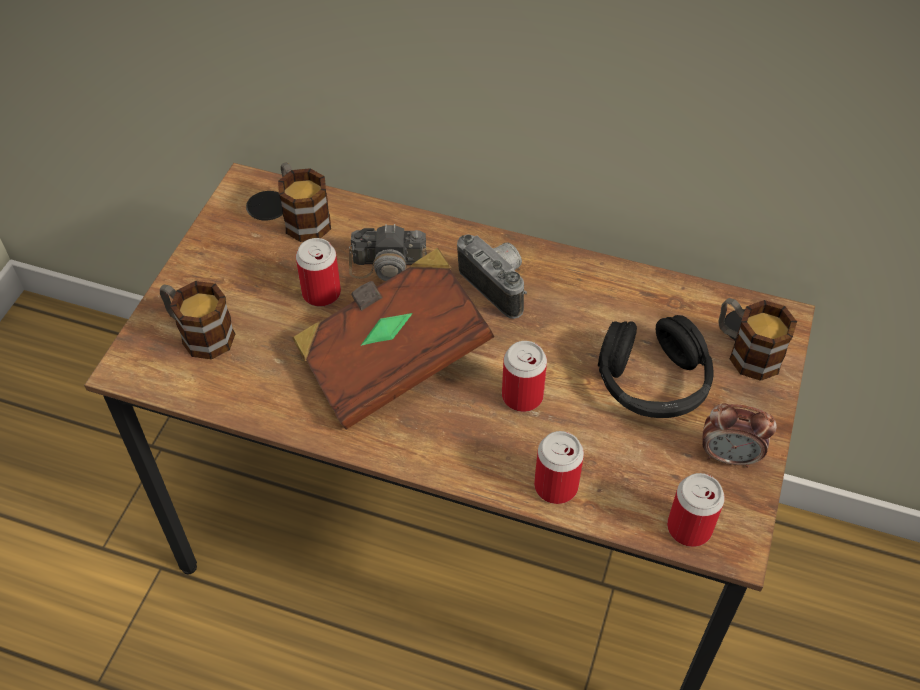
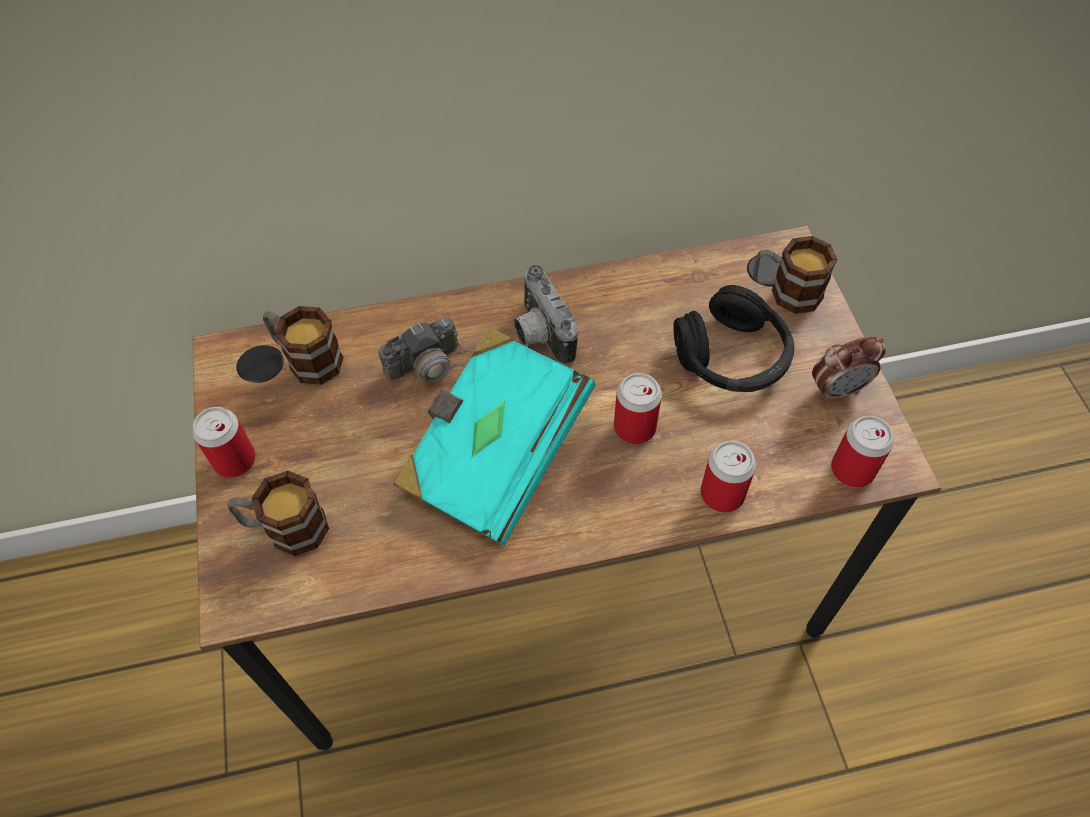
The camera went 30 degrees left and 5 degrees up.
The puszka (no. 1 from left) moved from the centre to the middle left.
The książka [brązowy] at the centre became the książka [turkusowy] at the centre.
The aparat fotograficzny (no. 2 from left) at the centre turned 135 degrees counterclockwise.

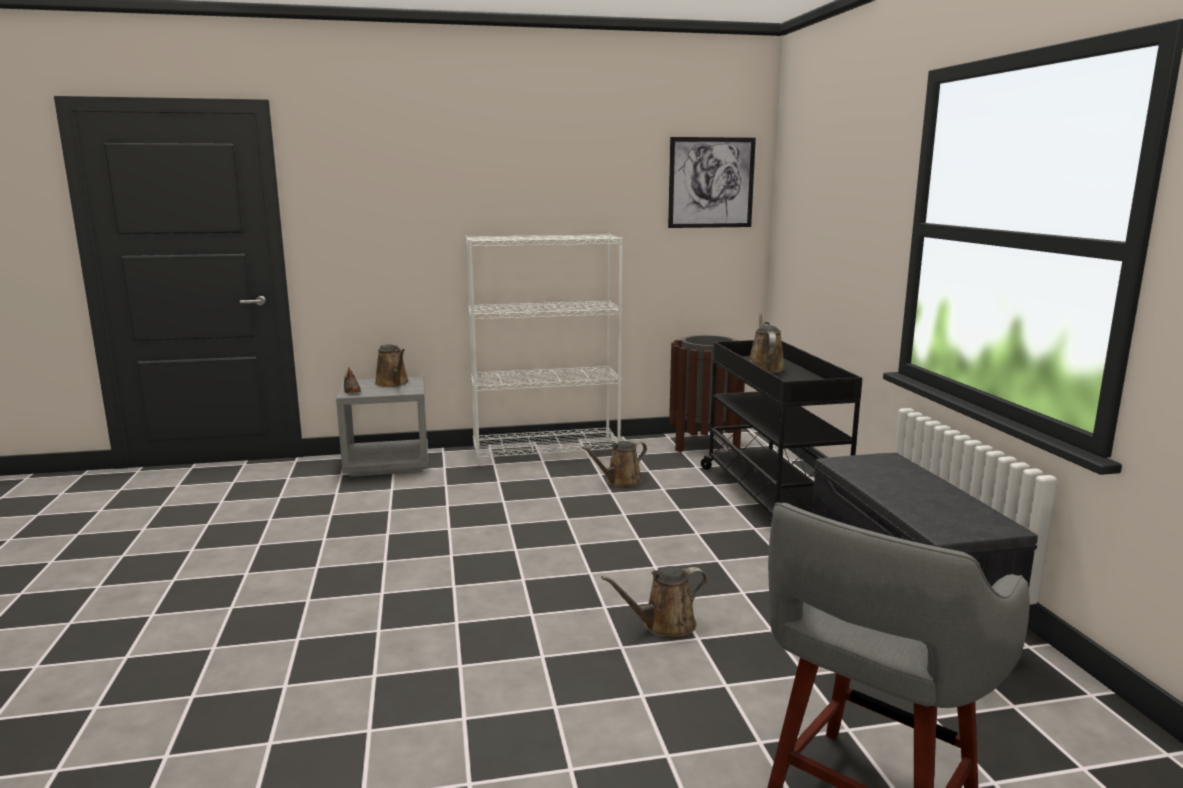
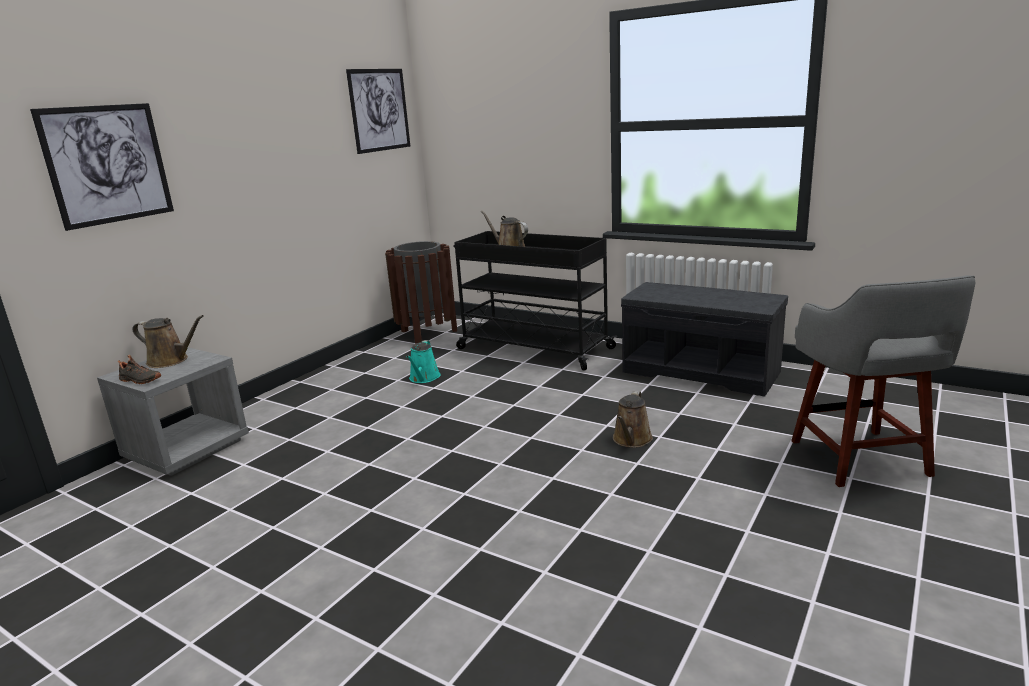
The camera went 45 degrees left and 5 degrees up.
The regał [biały] at the centre disappeared.
The obraz (no. 1 from left) at the top left appeared.
The konewka [brązowy] (no. 2 from left) at the centre became the konewka [turkusowy] at the centre.

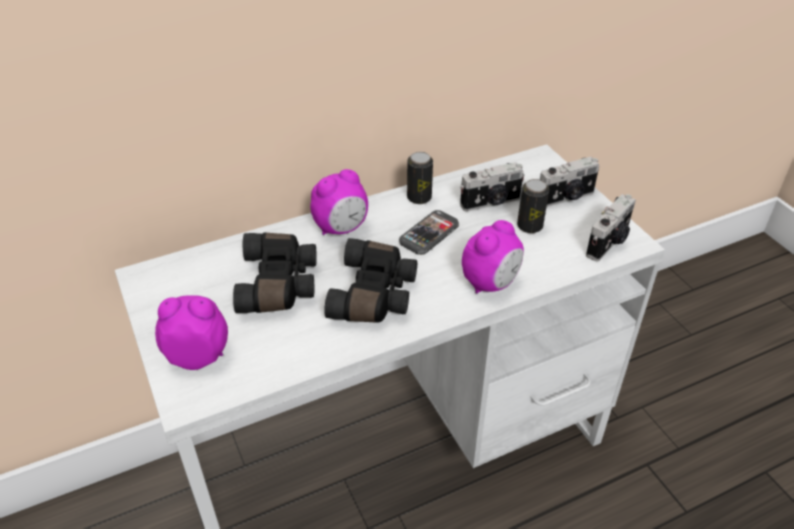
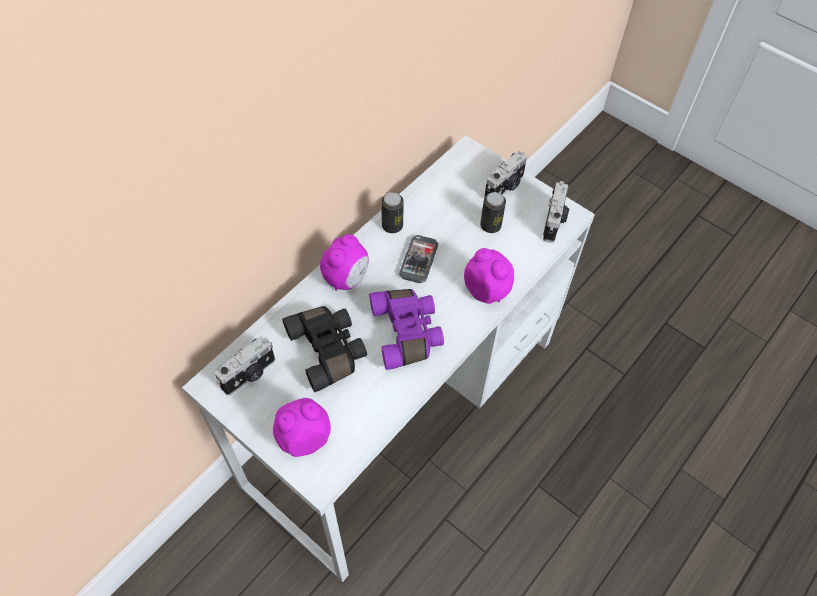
The camera went 25 degrees left and 15 degrees up.
The aparat fotograficzny (no. 1 from left) moved from the centre to the middle left.
The lornetka [czarny] (no. 2 from left) at the centre became the lornetka [fioletowy] at the centre.
The budzik (no. 3 from left) at the centre turned 60 degrees counterclockwise.

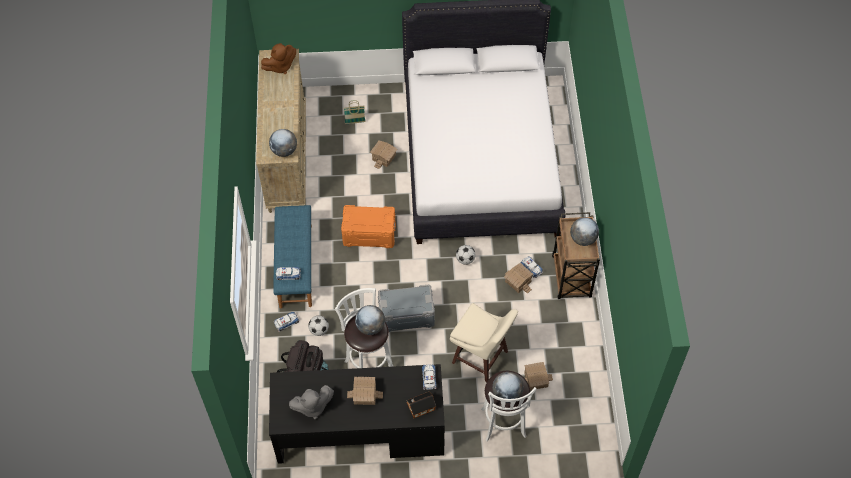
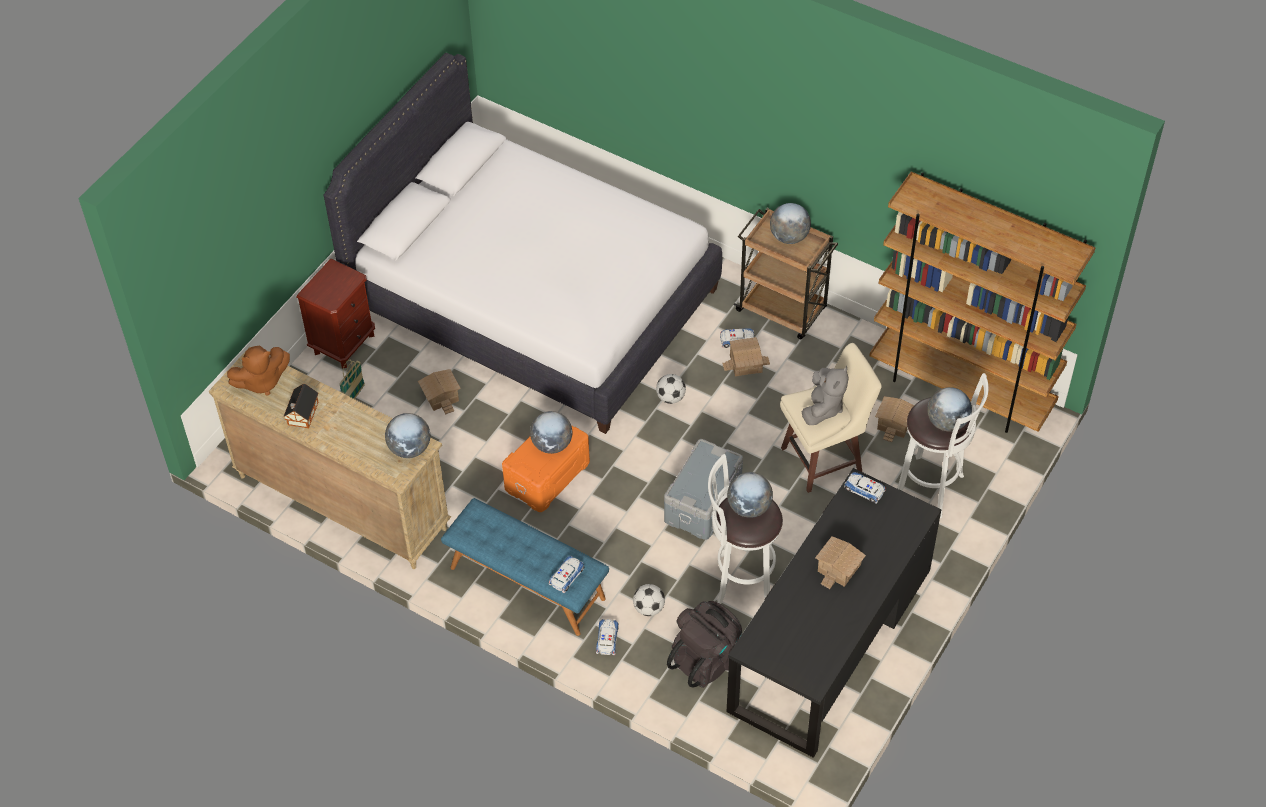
The camera went 55 degrees left and 5 degrees down.
The szafka nocna [brązowy] at the middle left appeared.
The globus (no. 2 from left) at the centre appeared.
The regał [brązowy] at the middle right appeared.
The pluszak [szary] moved from the bottom centre to the centre.
The domek (no. 3 from left in the first image) moved from the bottom centre to the middle left.
The pluszak [brązowy] at the top left turned 60 degrees clockwise.

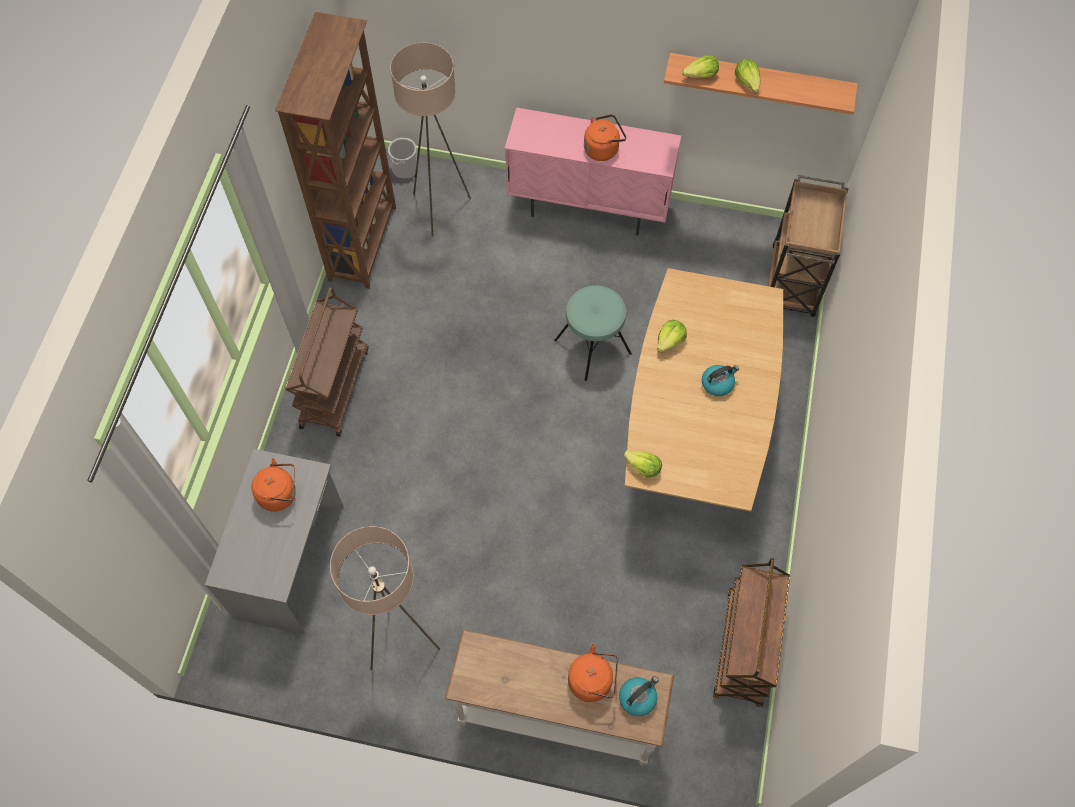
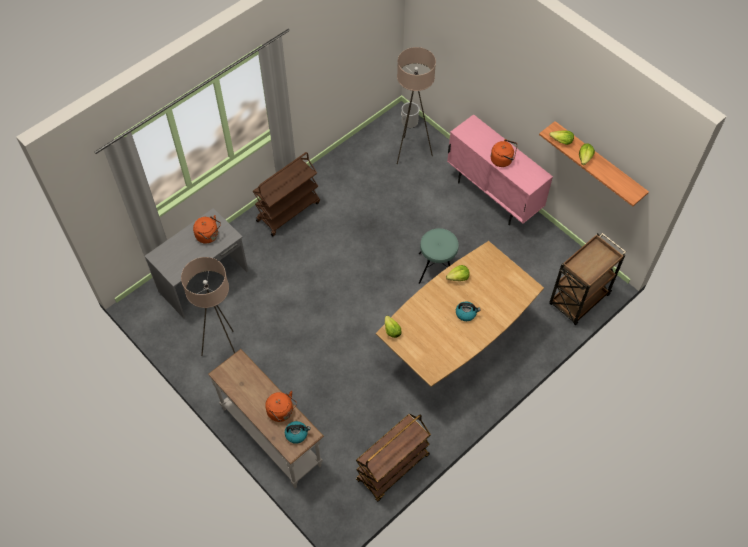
The camera went 35 degrees right and 5 degrees down.
The regał [brązowy] at the top left disappeared.

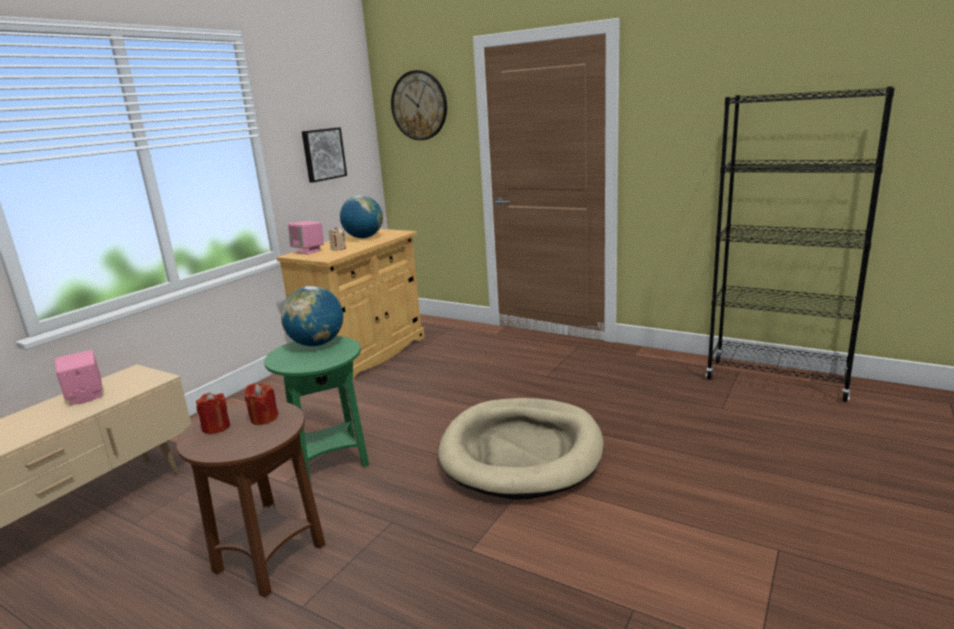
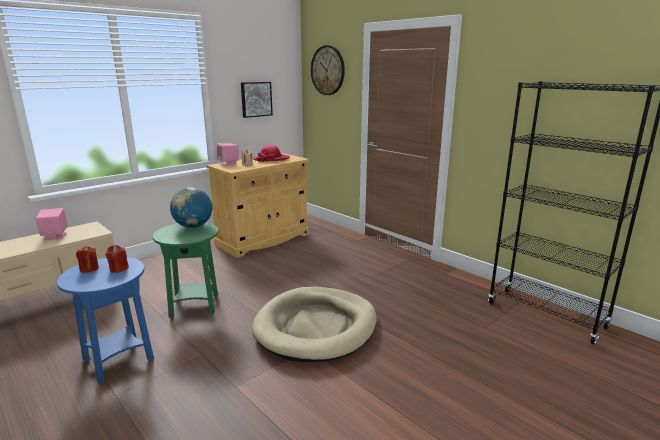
The camera went 15 degrees right and 0 degrees up.
The globus (no. 2 from left) at the centre was replaced by the kapelusz at the centre.
The stolik [brązowy] at the bottom left became the stolik [niebieski] at the bottom left.

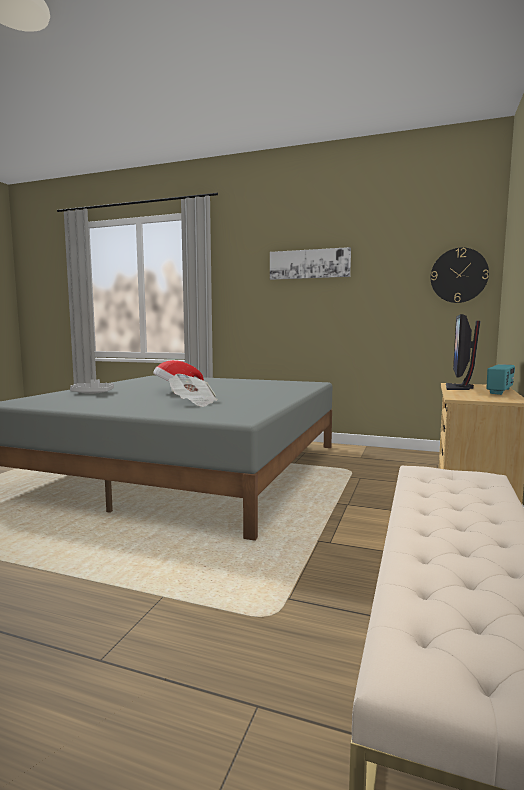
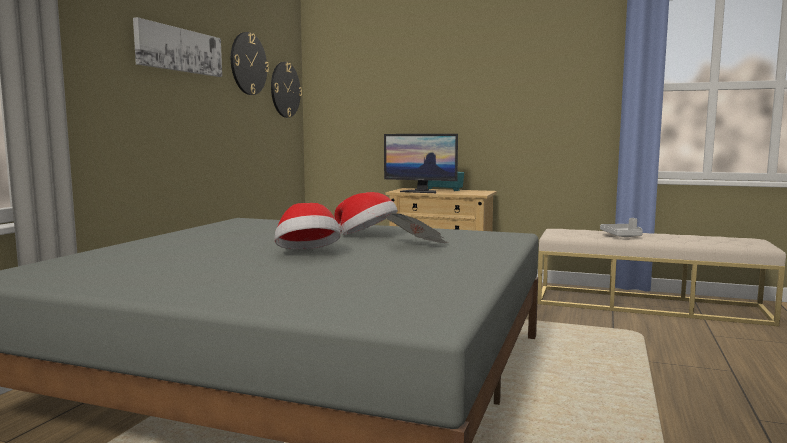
The camera went 90 degrees left and 0 degrees up.
The zegar ścienny (no. 1 from left) at the top left appeared.
The kapelusz (no. 2 from left) at the centre appeared.
The taca [szary] moved from the middle left to the middle right.

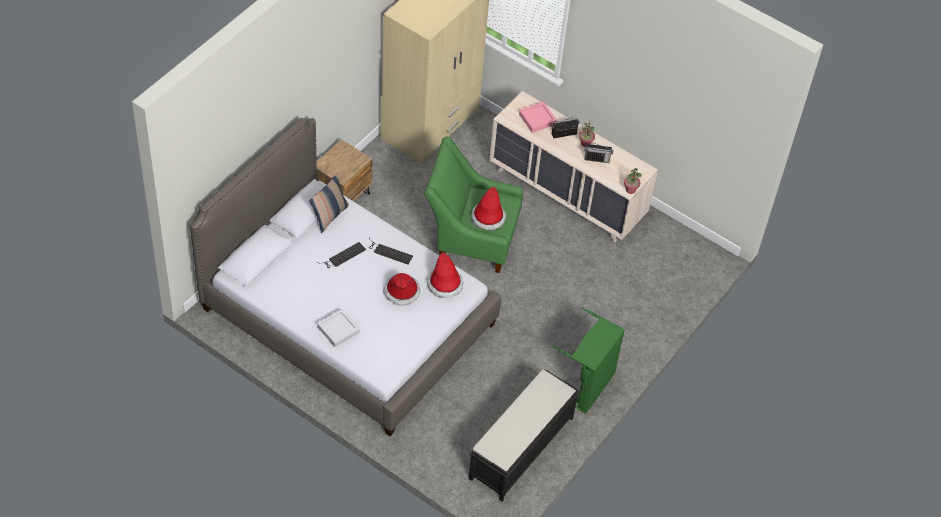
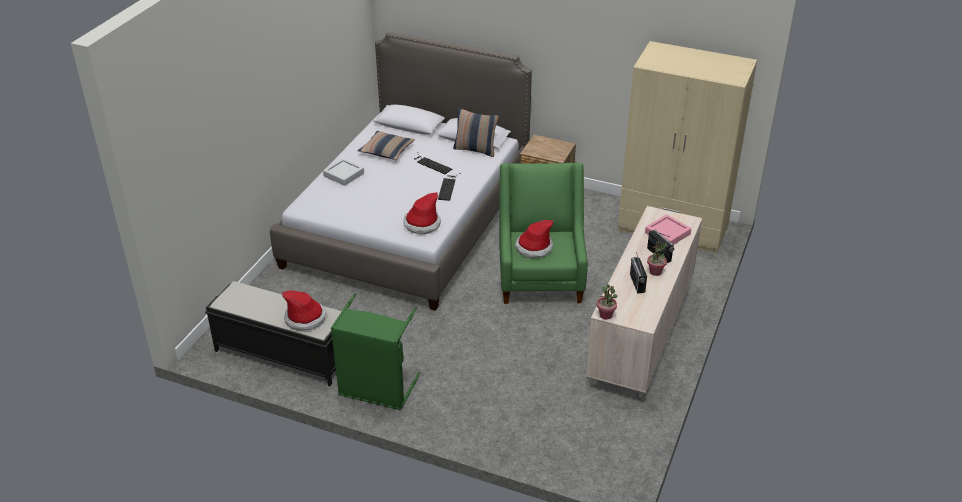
The camera went 80 degrees right and 15 degrees down.
The poduszka (no. 1 from left) at the top centre appeared.
The kapelusz (no. 1 from left) moved from the centre to the middle left.

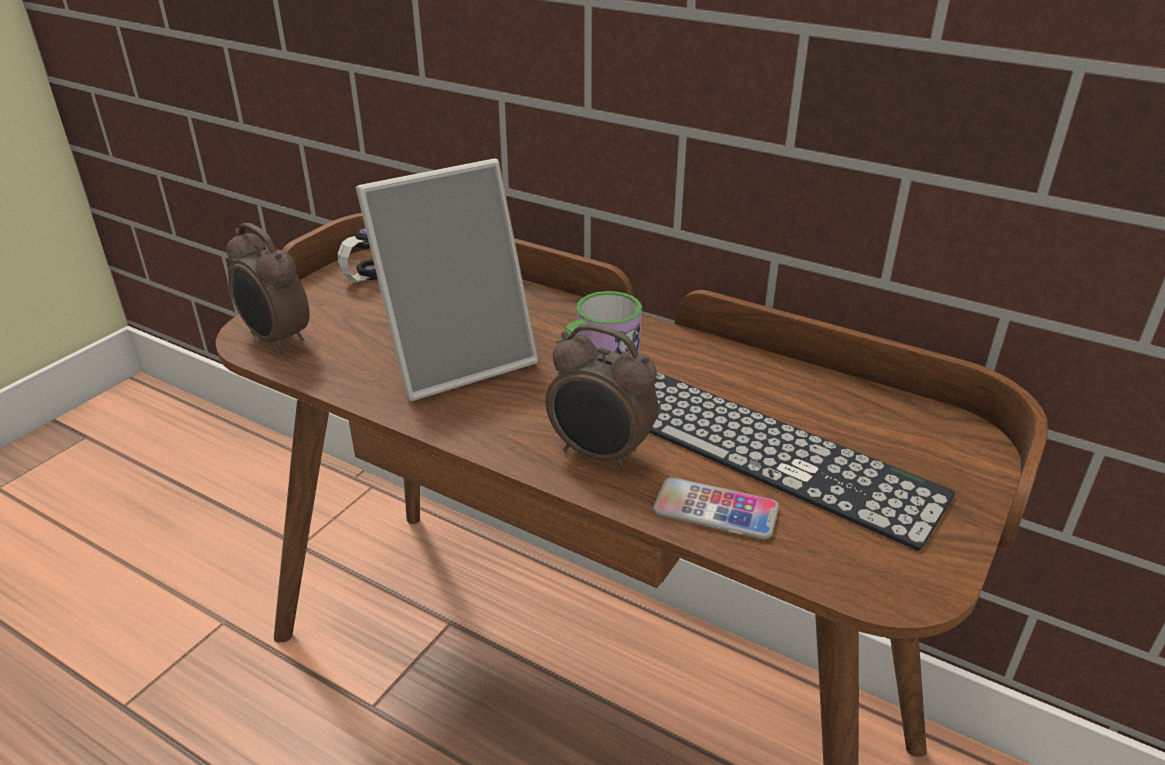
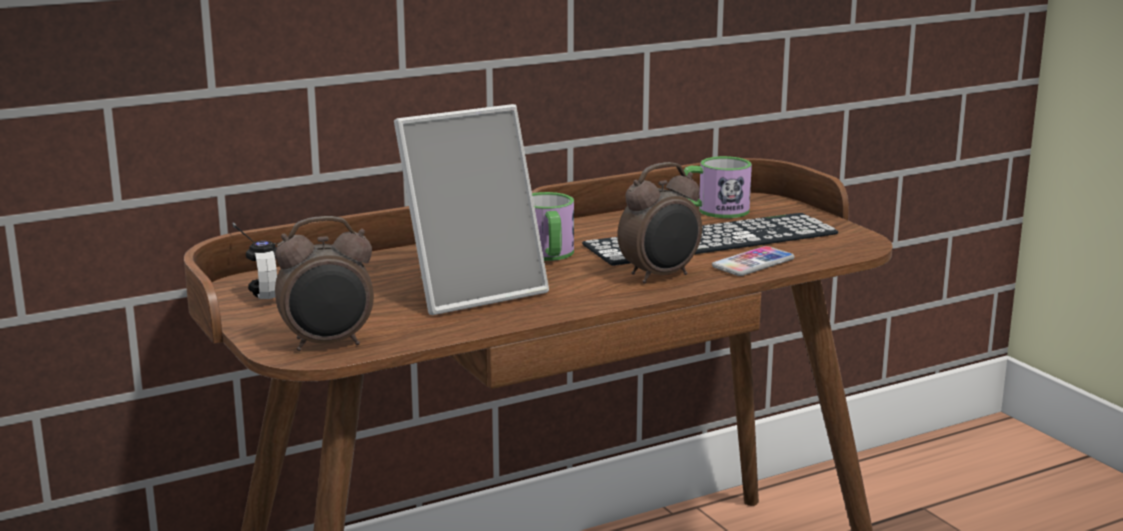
The camera went 60 degrees left and 15 degrees down.
The kubek (no. 2 from left) at the centre appeared.
The ramka na zdjęcie at the centre turned 60 degrees clockwise.

